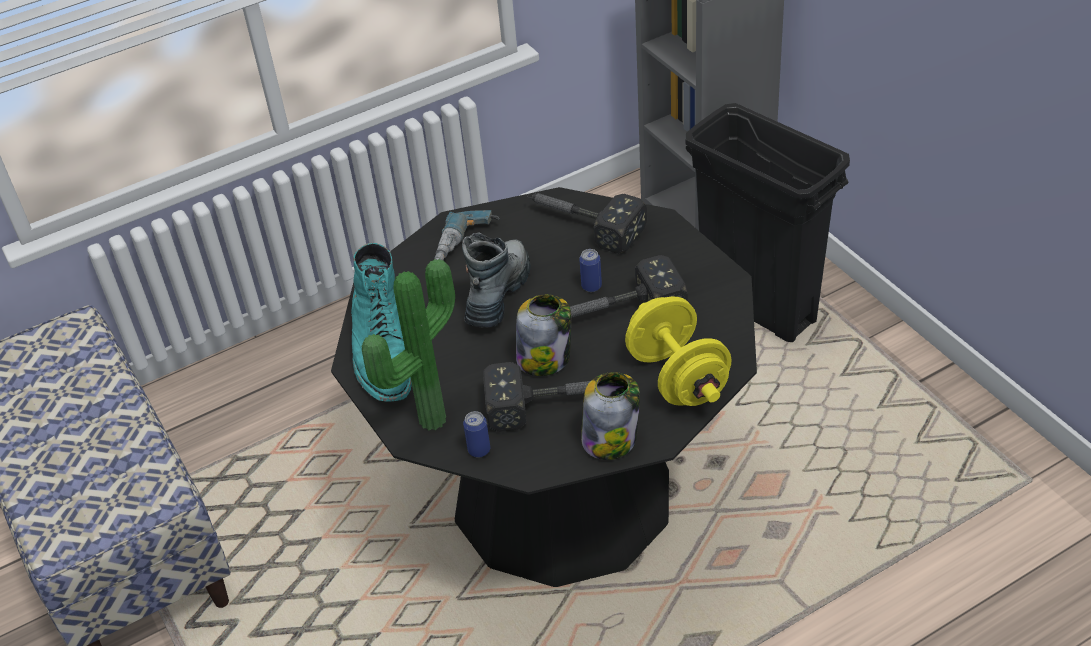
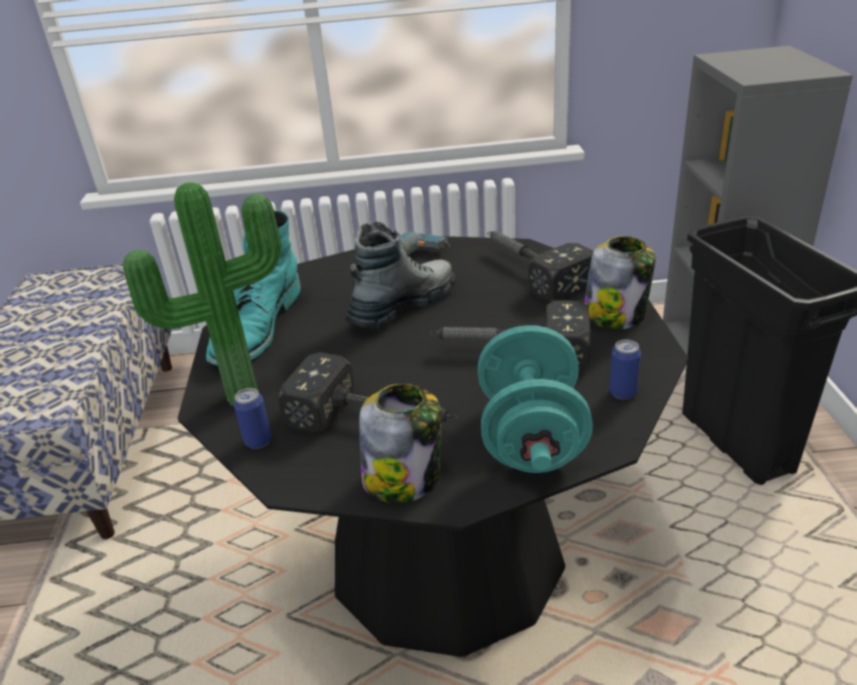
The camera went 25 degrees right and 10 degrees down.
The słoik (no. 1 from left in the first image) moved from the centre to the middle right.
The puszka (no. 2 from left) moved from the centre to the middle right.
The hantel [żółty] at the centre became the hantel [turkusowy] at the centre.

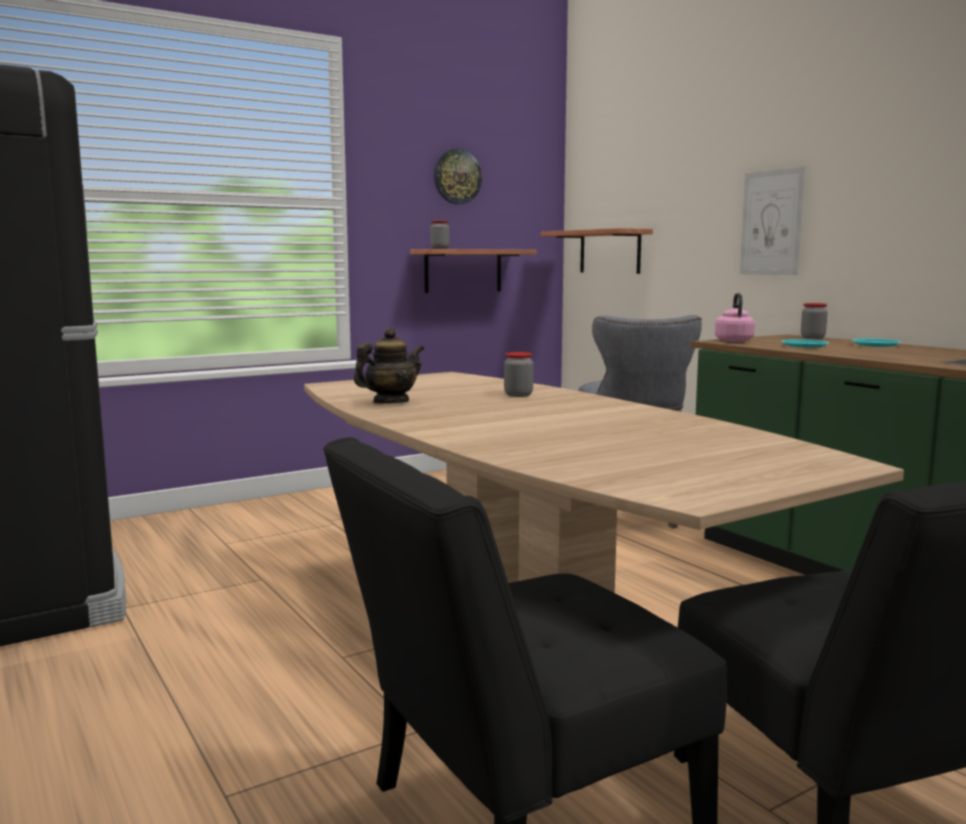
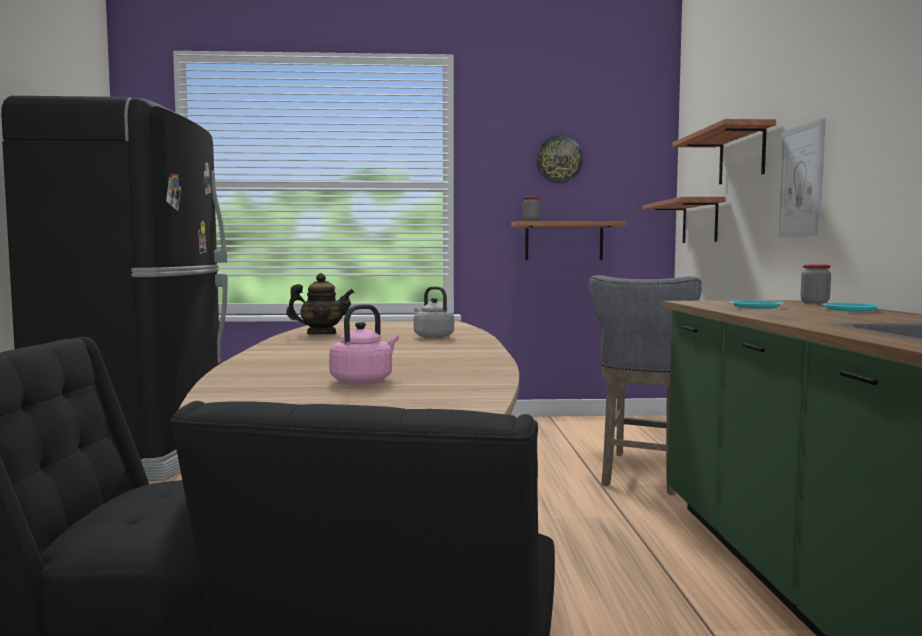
The camera went 30 degrees right and 5 degrees down.
The półka (no. 3 from left) at the top right appeared.
The czajnik [różowy] moved from the middle right to the centre.
The słoik (no. 2 from left) at the centre was replaced by the czajnik [szary] at the centre.

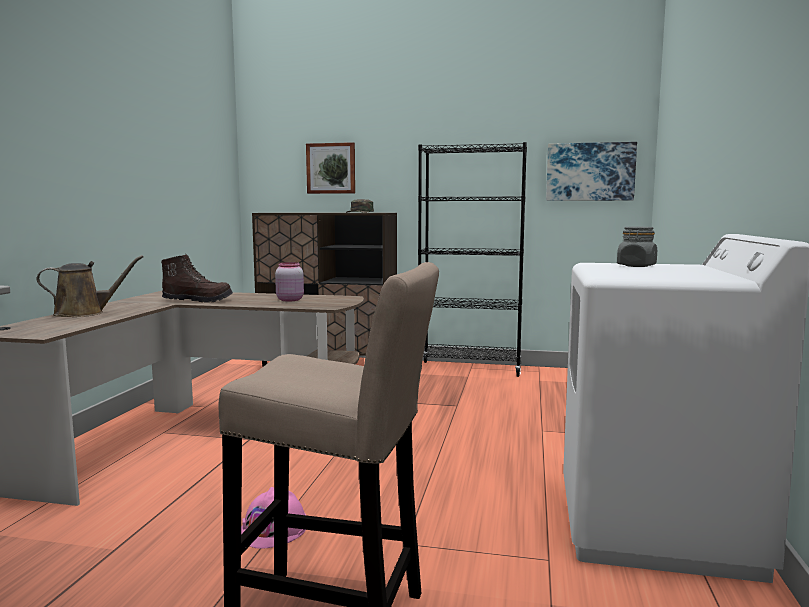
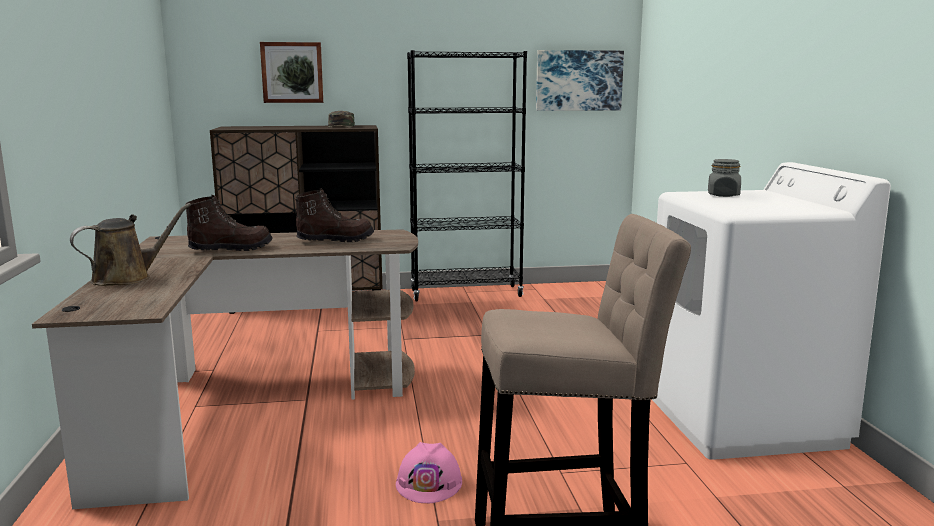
The camera went 20 degrees left and 5 degrees up.
The słoik [różowy] at the centre was replaced by the but z cholewką [brązowy] (no. 2 from left) at the centre.

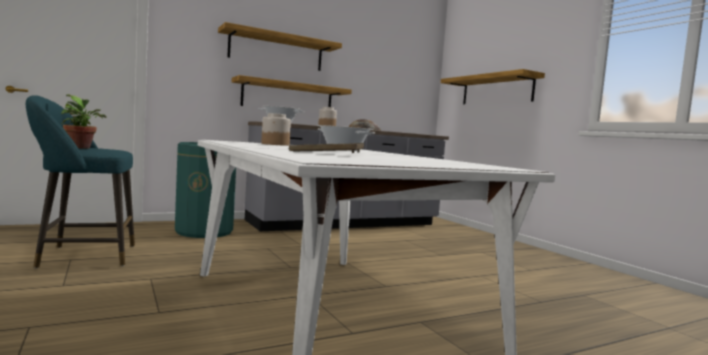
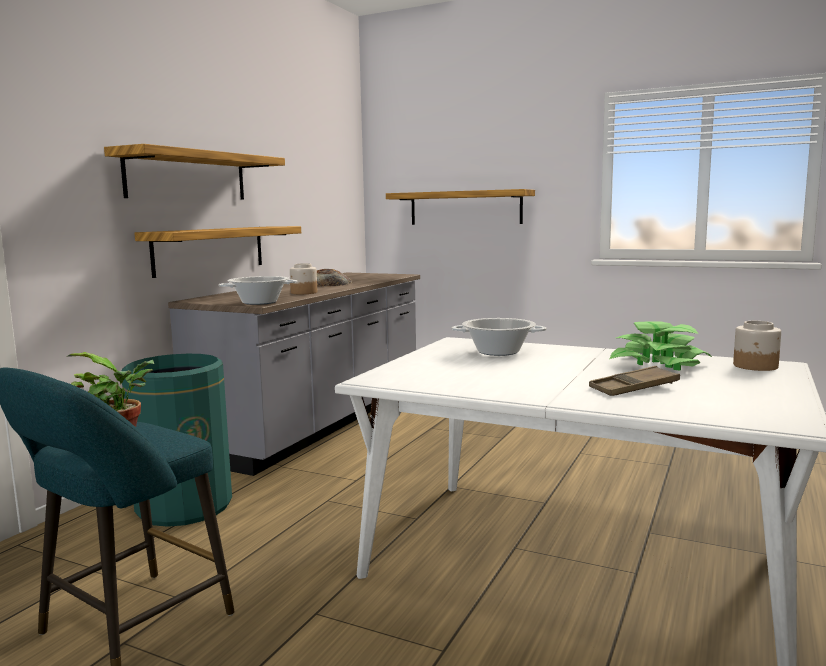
The camera went 35 degrees left and 5 degrees up.
The roślina doniczkowa (no. 2 from left) at the middle right appeared.
The słoik (no. 1 from left in the first image) moved from the centre to the middle right.

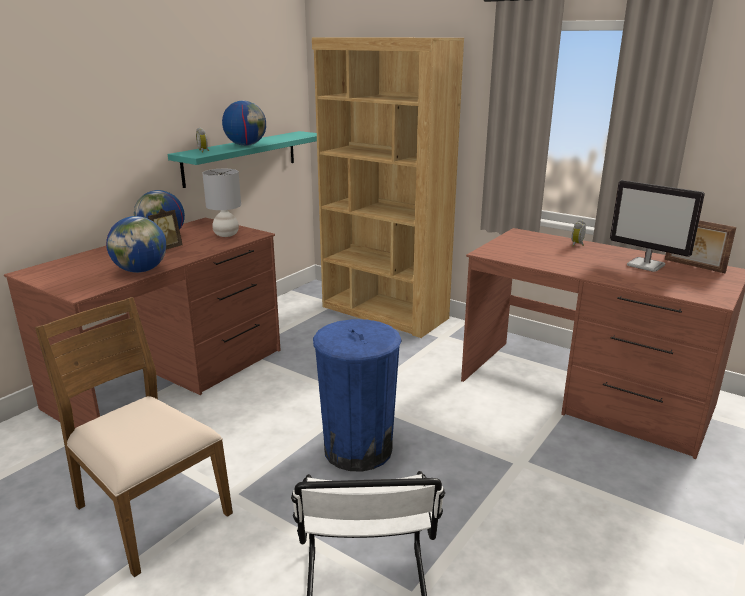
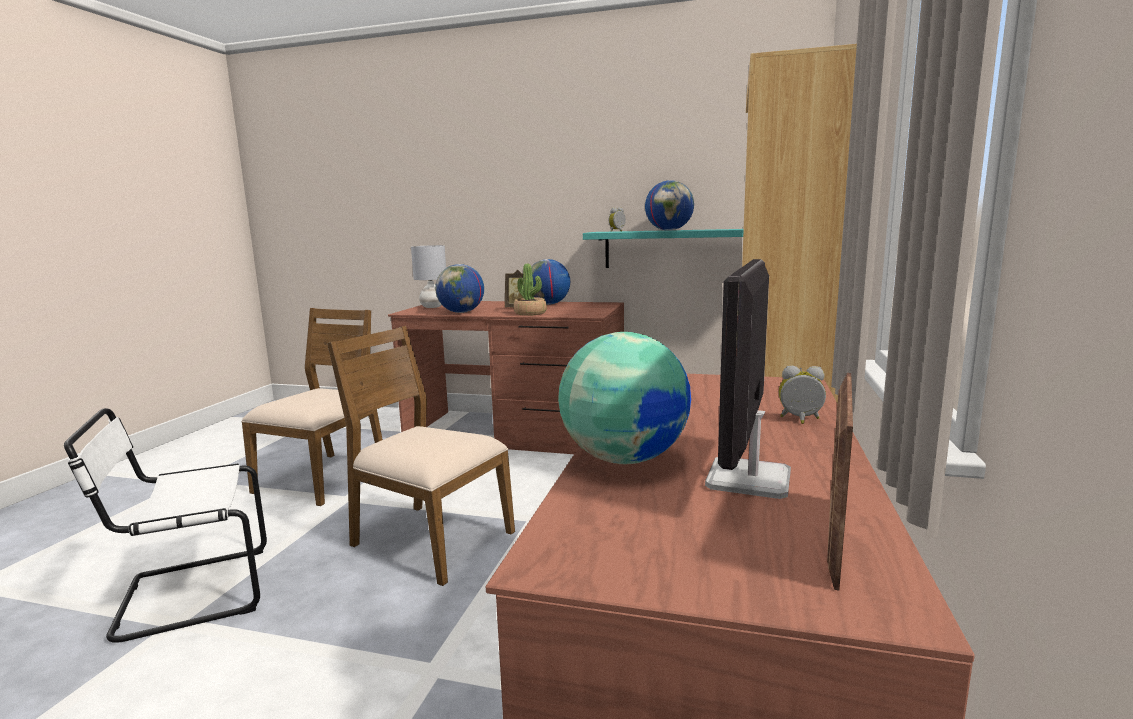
The camera went 70 degrees right and 10 degrees down.
The roślina doniczkowa at the centre appeared.
The globus (no. 3 from left) at the centre appeared.
The lampa stołowa [szary] moved from the middle left to the centre.
The kosz na śmieci [niebieski] at the centre was replaced by the krzesło [brązowy] (no. 2 from left) at the centre.

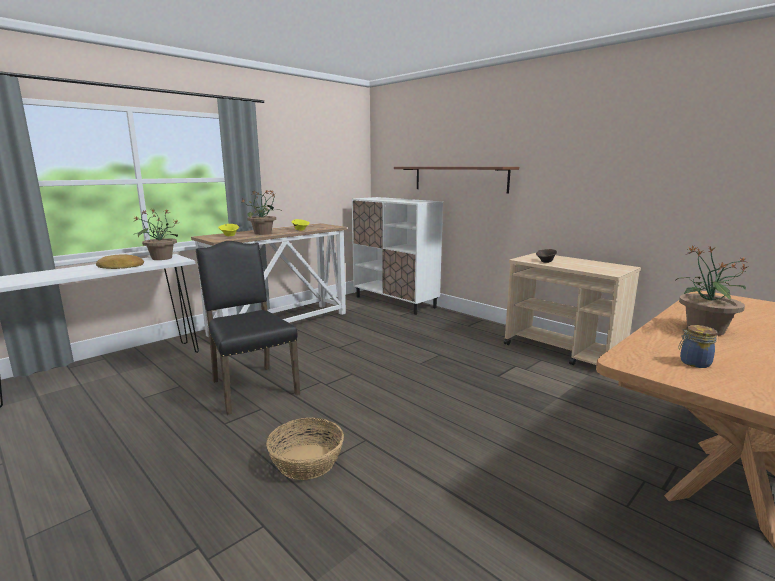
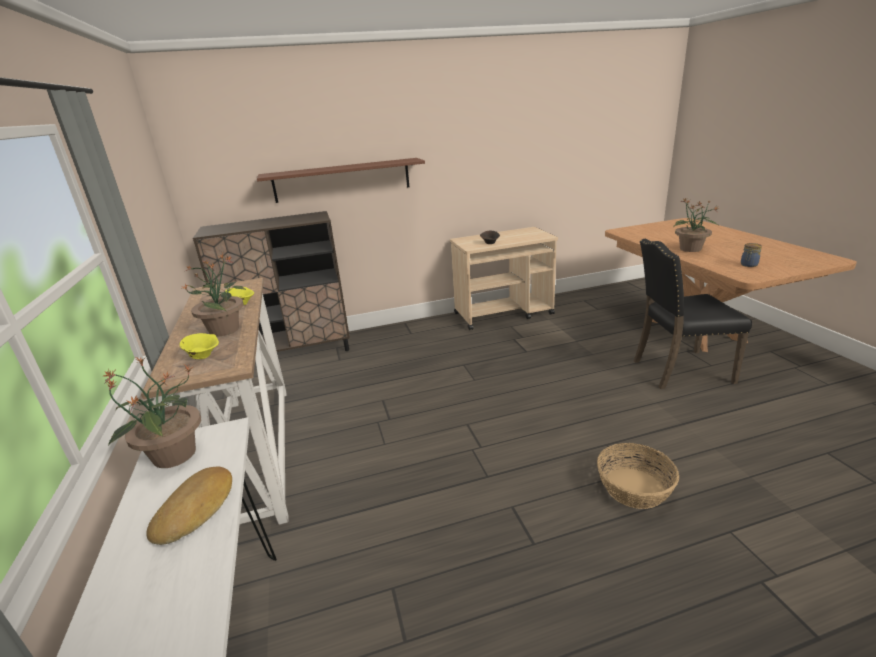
The camera went 60 degrees left and 10 degrees up.
The krzesło [czarny] moved from the middle left to the middle right.
The szafka [biały] at the centre became the szafka [brązowy] at the middle left.

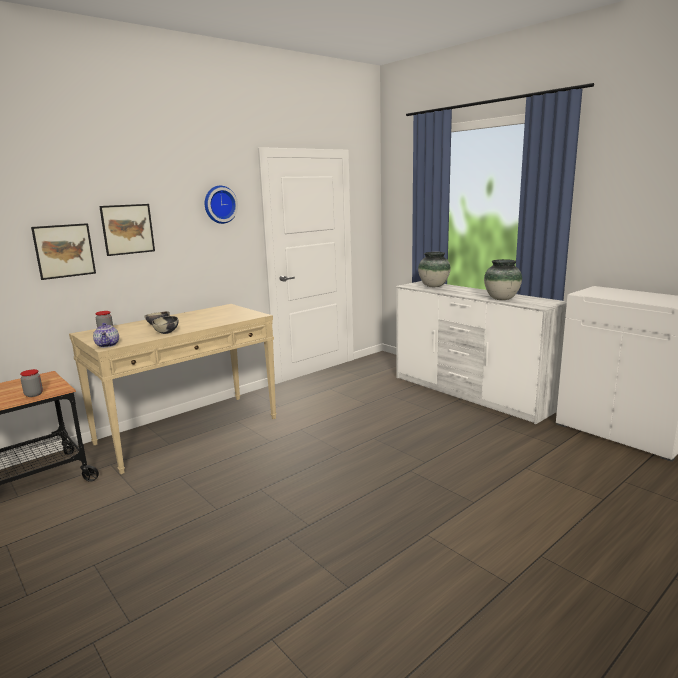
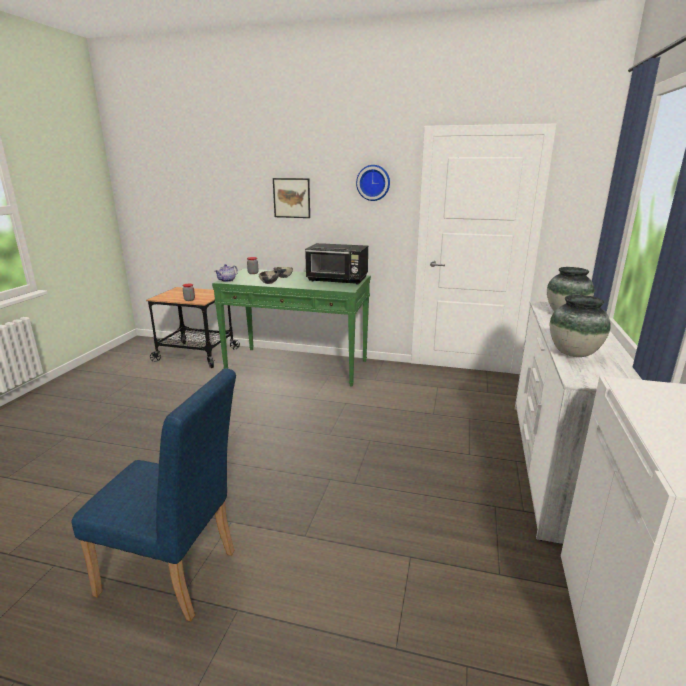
The camera went 55 degrees right and 5 degrees up.
The obraz (no. 1 from left) at the middle left disappeared.
The krzesło [niebieski] at the bottom left appeared.
The mikrofalówka [czarny] at the centre appeared.
The stolik konsolowy [beżowy] at the middle left became the stolik konsolowy [zielony] at the centre.

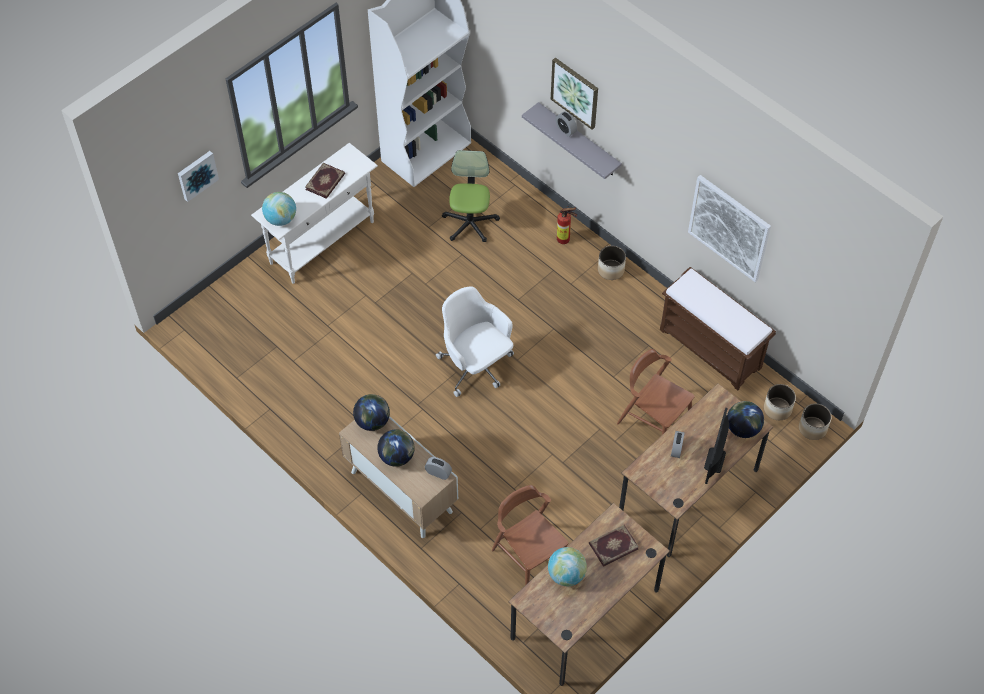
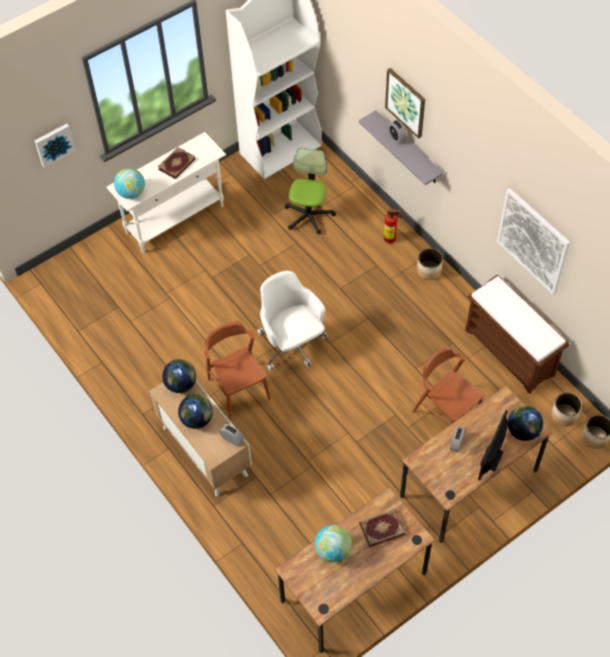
The camera went 10 degrees right and 0 degrees up.
The krzesło [brązowy] (no. 1 from left) moved from the bottom centre to the centre.

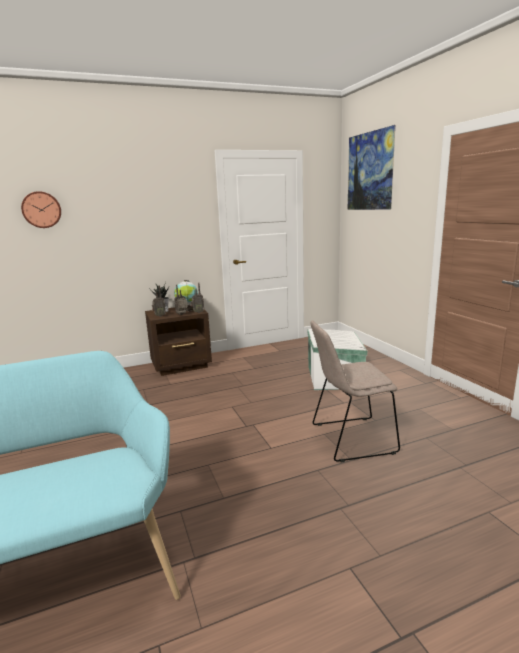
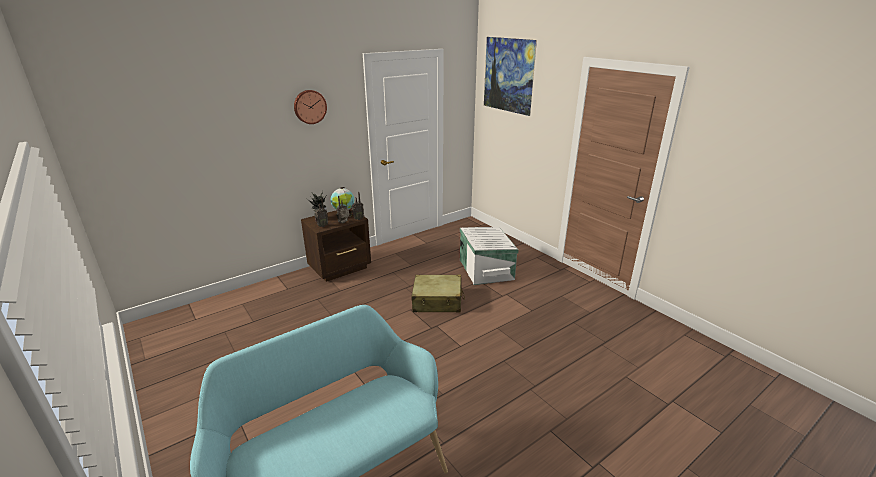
The camera went 15 degrees left and 10 degrees up.
The krzesło [beżowy] at the middle right disappeared.
The walizka [beżowy] at the centre appeared.
The zegar ścienny moved from the top left to the top centre.

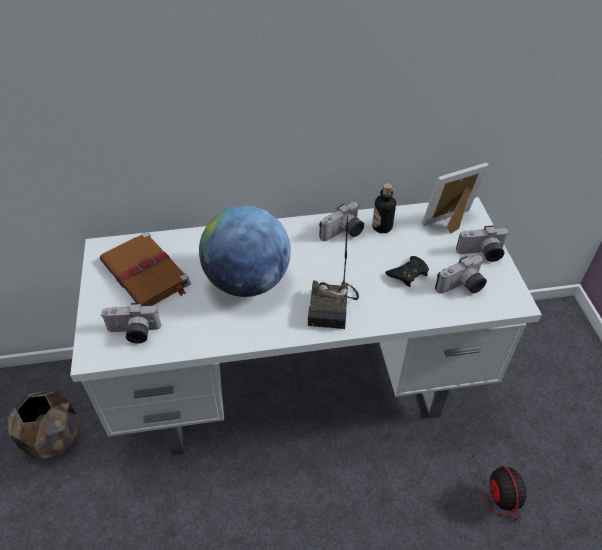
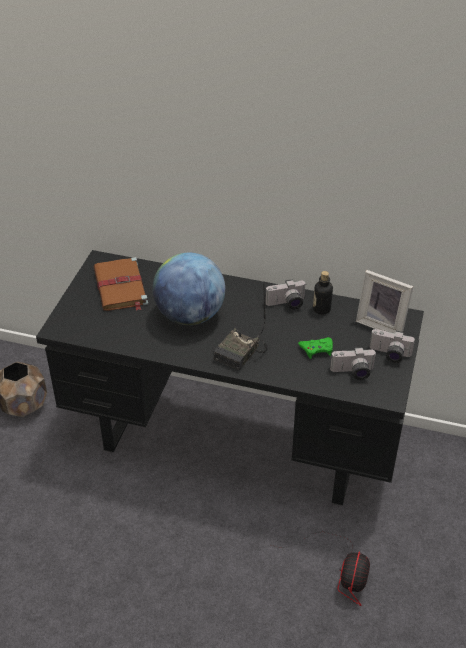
The camera went 25 degrees right and 5 degrees down.
The aparat fotograficzny (no. 1 from left) at the middle left disappeared.
The biurko [biały] at the centre became the biurko [czarny] at the centre.
The pad do gier [czarny] at the middle right became the pad do gier [zielony] at the middle right.
The ramka na zdjęcie at the middle right turned 150 degrees counterclockwise.

